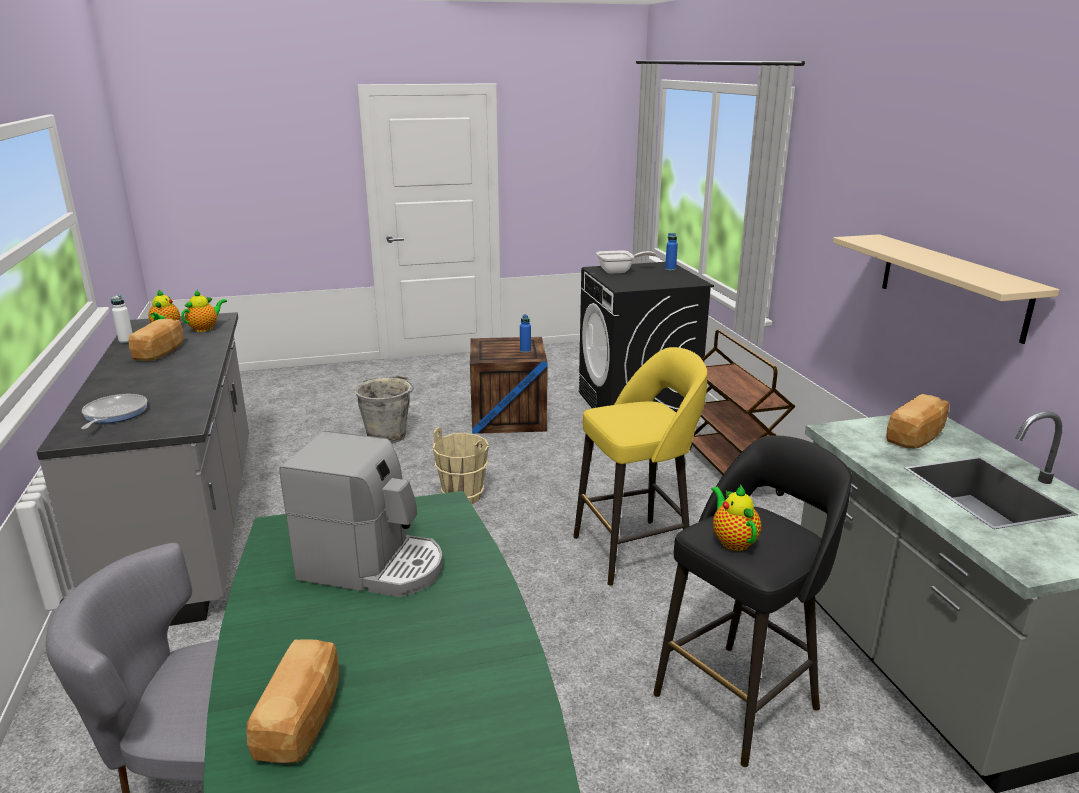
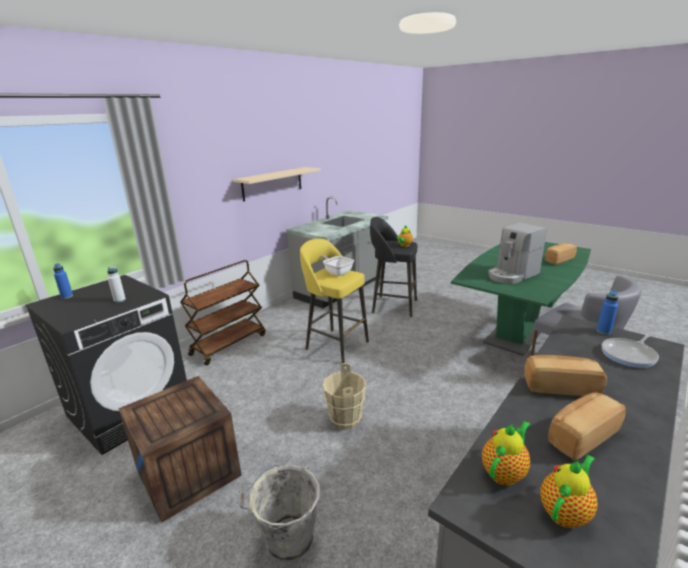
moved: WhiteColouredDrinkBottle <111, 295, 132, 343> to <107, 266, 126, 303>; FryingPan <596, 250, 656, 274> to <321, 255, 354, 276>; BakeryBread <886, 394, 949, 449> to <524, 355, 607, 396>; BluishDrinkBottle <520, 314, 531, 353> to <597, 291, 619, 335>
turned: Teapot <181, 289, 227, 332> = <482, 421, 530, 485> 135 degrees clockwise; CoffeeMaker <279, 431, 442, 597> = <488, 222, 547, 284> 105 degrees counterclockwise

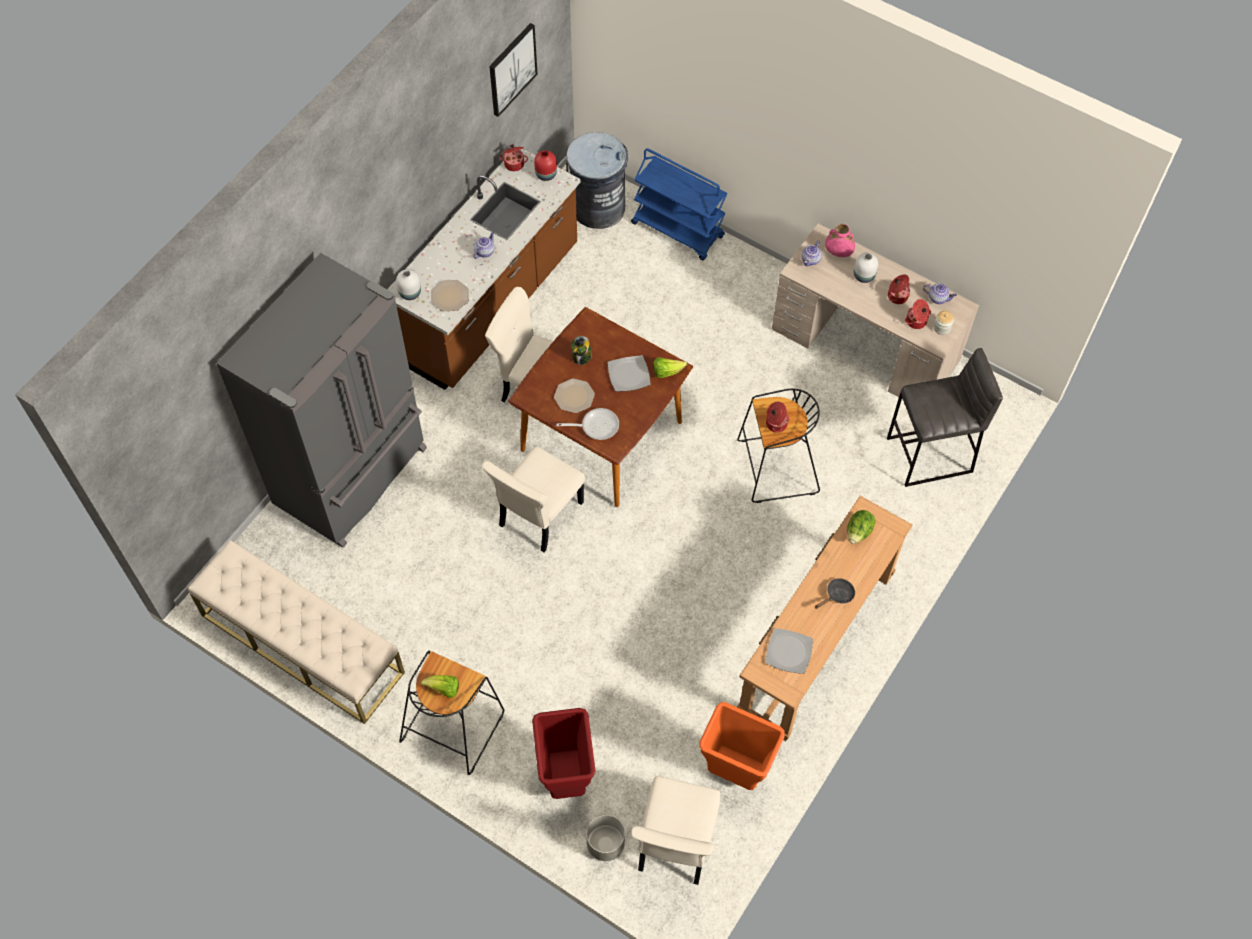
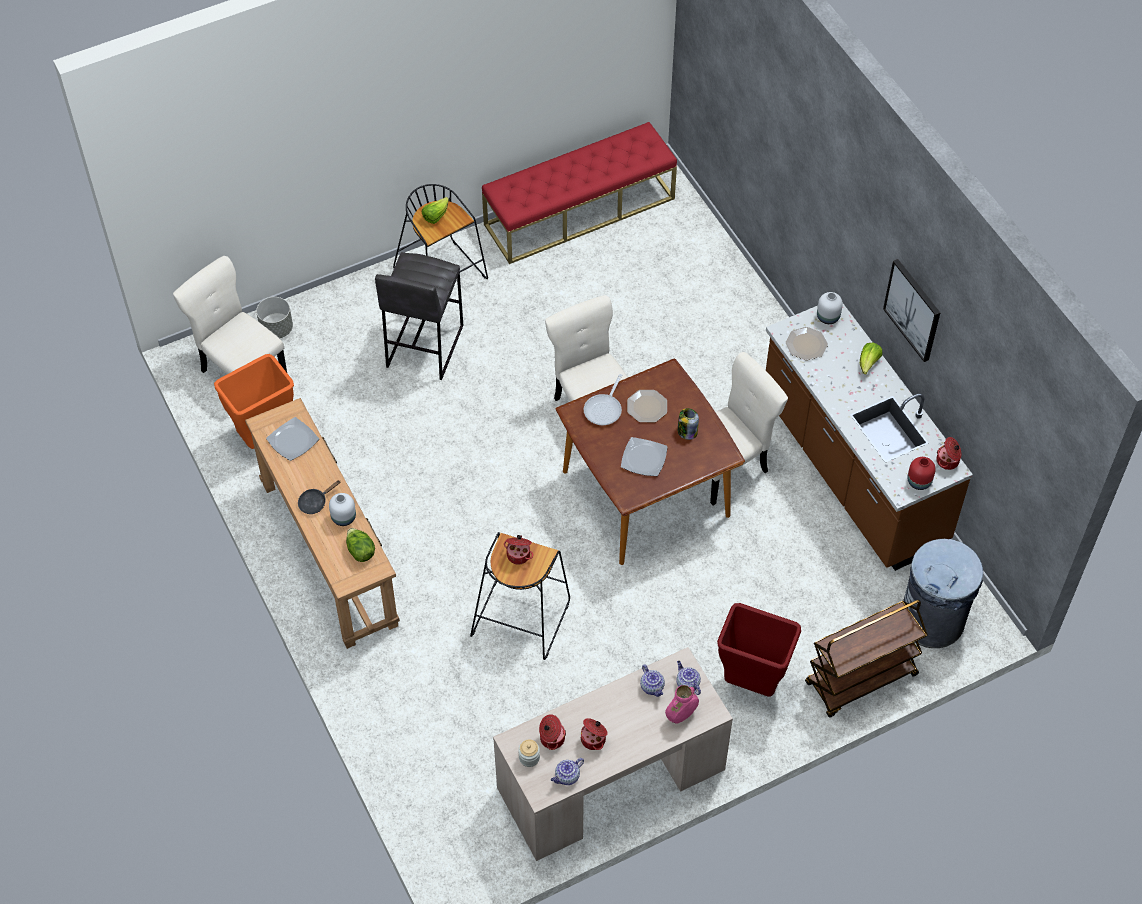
removed: GrayFridge <217, 253, 427, 548>
moved: WhiteColouredDecorativeVase <854, 253, 878, 283> to <329, 493, 356, 526>; GraySittingStool <887, 348, 1003, 487> to <375, 252, 463, 380>; Teapot <473, 232, 495, 259> to <640, 665, 665, 697>; ReddishRubbishBin <532, 708, 595, 799> to <717, 603, 801, 697>; LettuceHead <653, 357, 687, 378> to <860, 343, 882, 374>; Picture <489, 23, 538, 117> to <883, 259, 940, 362>
recoloured: SandColouredIndoorBench <188, 540, 405, 724> to ReddishIndoorBench <482, 122, 677, 264>; BluishTrolley <631, 148, 727, 260> to BrownTrolley <805, 600, 928, 718>
turned: BlackFryingPan <815, 578, 855, 609> = <298, 480, 341, 514> 60 degrees clockwise

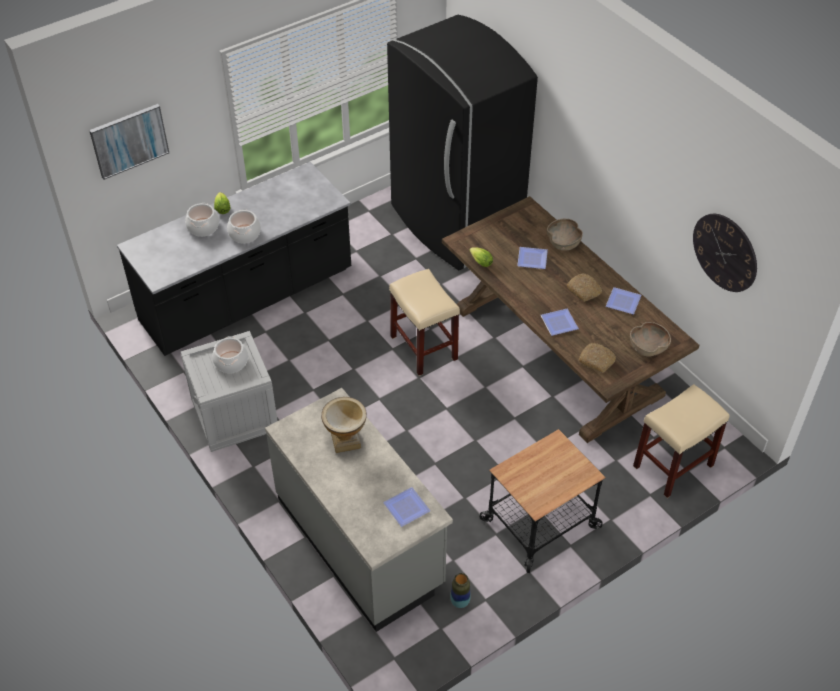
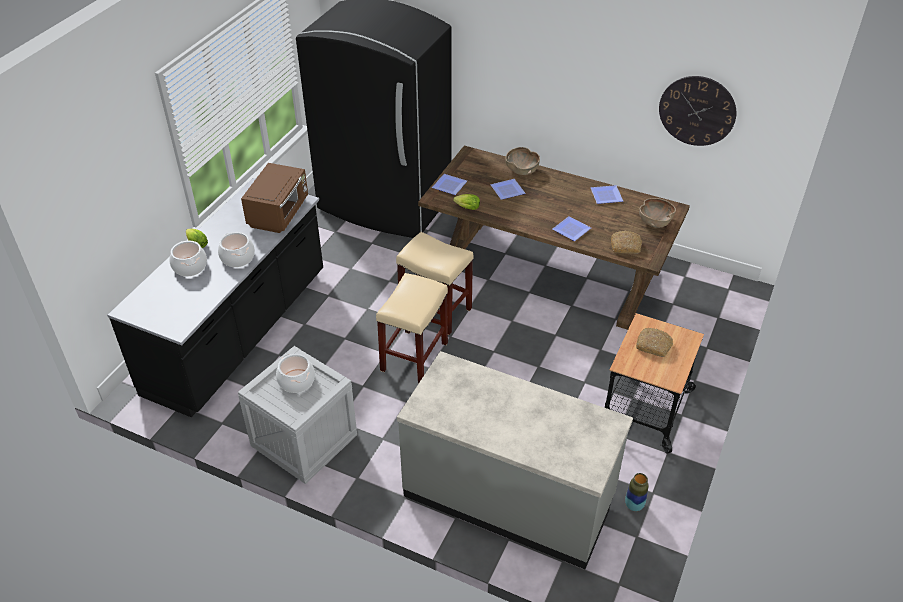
removed: Picture <89, 104, 169, 180>; DecorativeVase <321, 397, 367, 453>
added: BrownMicrowave <241, 163, 308, 233>
moved: SandColouredSittingStool <633, 384, 729, 498> to <376, 273, 448, 384>; FlatDish <383, 487, 430, 527> to <432, 174, 467, 195>; BakeryBread <566, 273, 602, 302> to <636, 328, 673, 357>

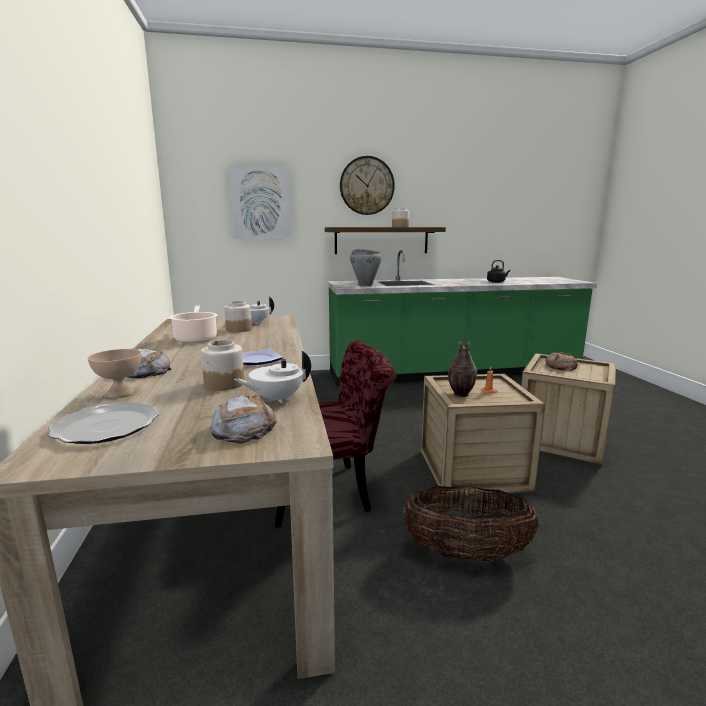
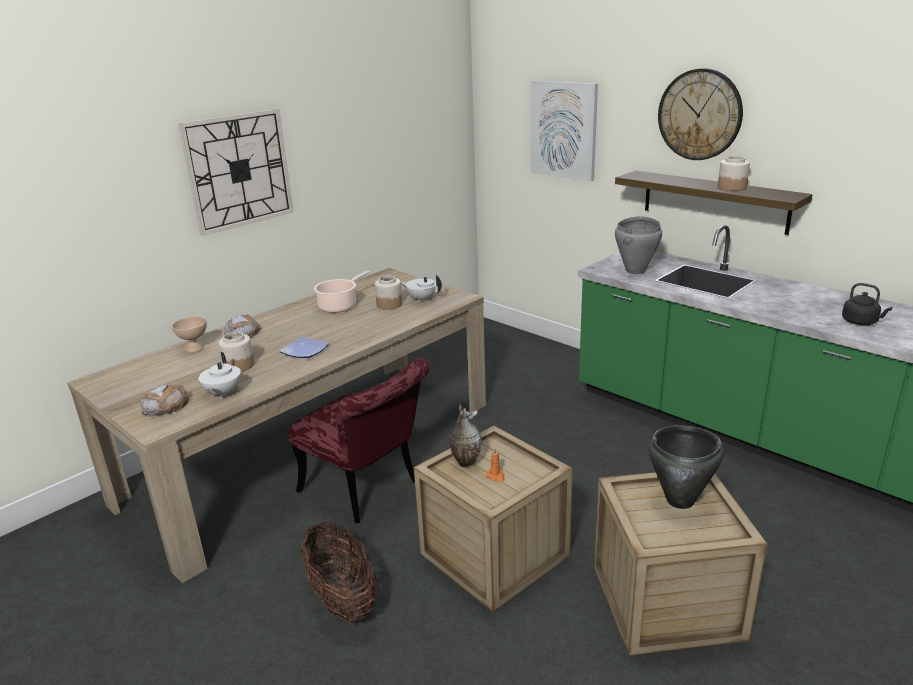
removed: FlatDish <48, 402, 159, 444>
added: ClockOnTheWall <178, 109, 294, 236>
replaced: BakeryBread <545, 352, 578, 371> to BlackStockpot <648, 425, 724, 509>
turned: WhiteColouredTeapot <234, 351, 311, 404> = <198, 352, 241, 399> 120 degrees counterclockwise

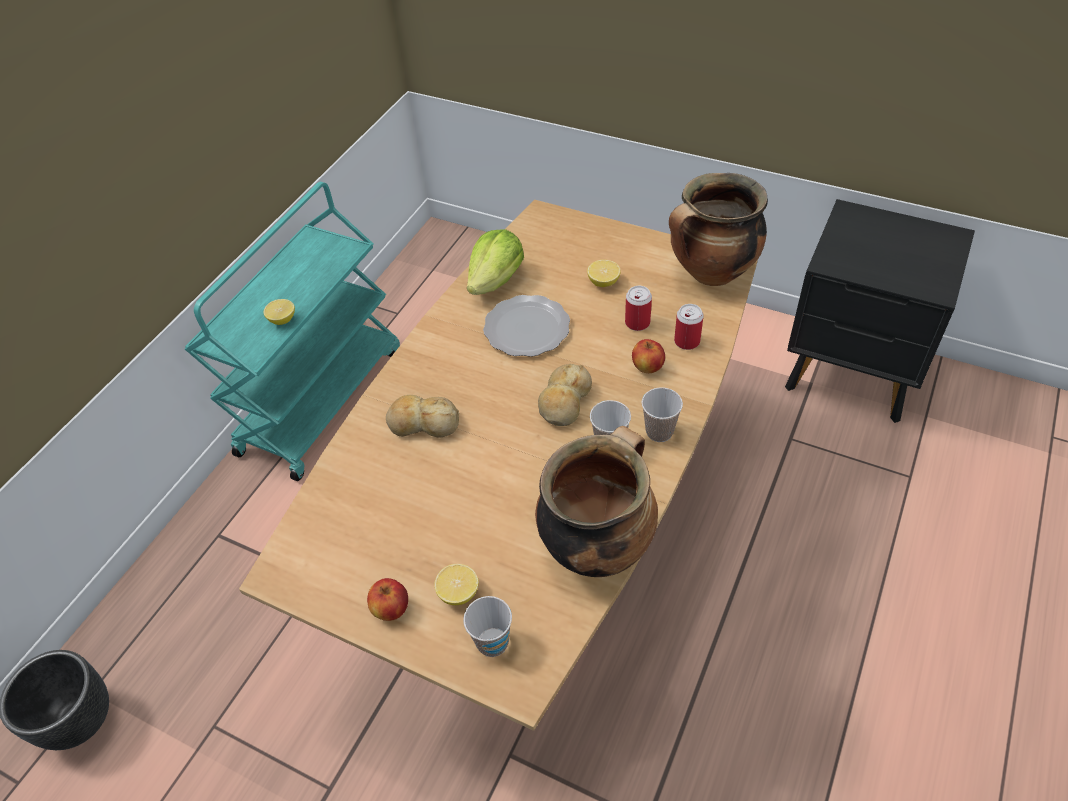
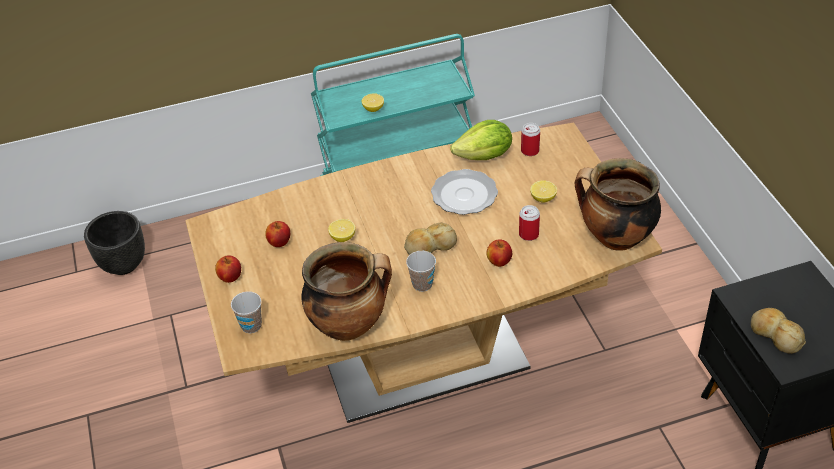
removed: DrinkingCup <641, 387, 683, 442>
added: AppleFruit <265, 221, 290, 247>
moved: WholeLemon <434, 564, 479, 605> to <328, 219, 356, 242>; Can <674, 304, 704, 350> to <521, 123, 540, 156>; BakeryBread <386, 395, 459, 438> to <751, 308, 806, 354>

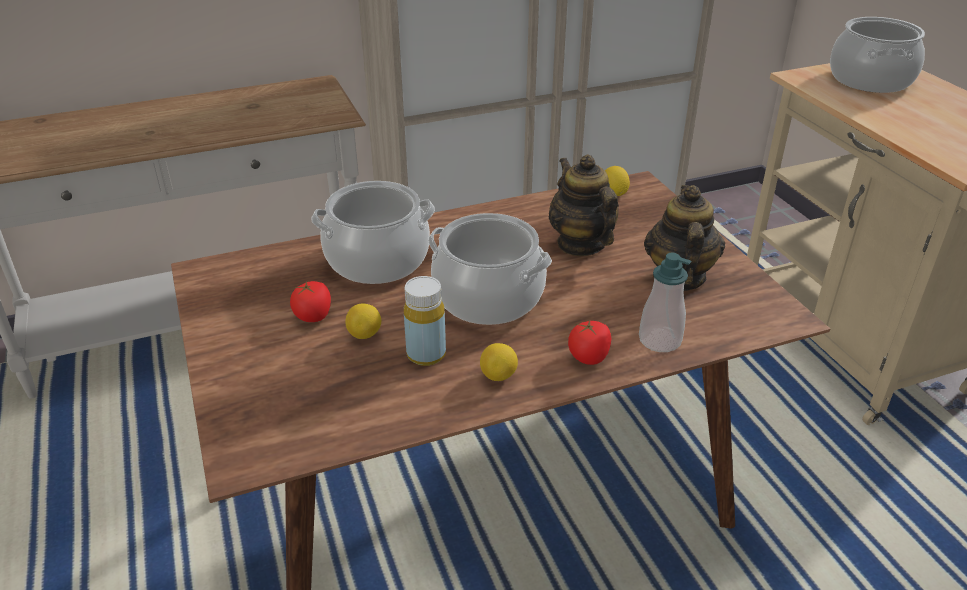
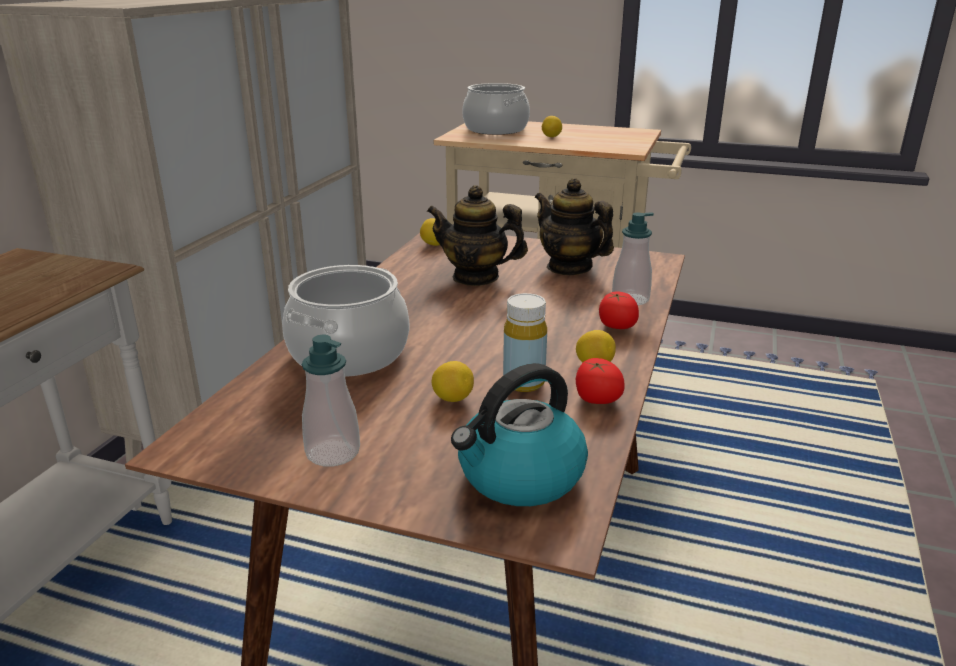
removed: Stockpot <428, 213, 552, 325>
added: SoapDispenser <302, 335, 360, 466>; TeaKettle <451, 363, 588, 506>; WholeLemon <542, 116, 562, 137>
moved: Tomato <290, 281, 331, 322> to <576, 358, 625, 404>

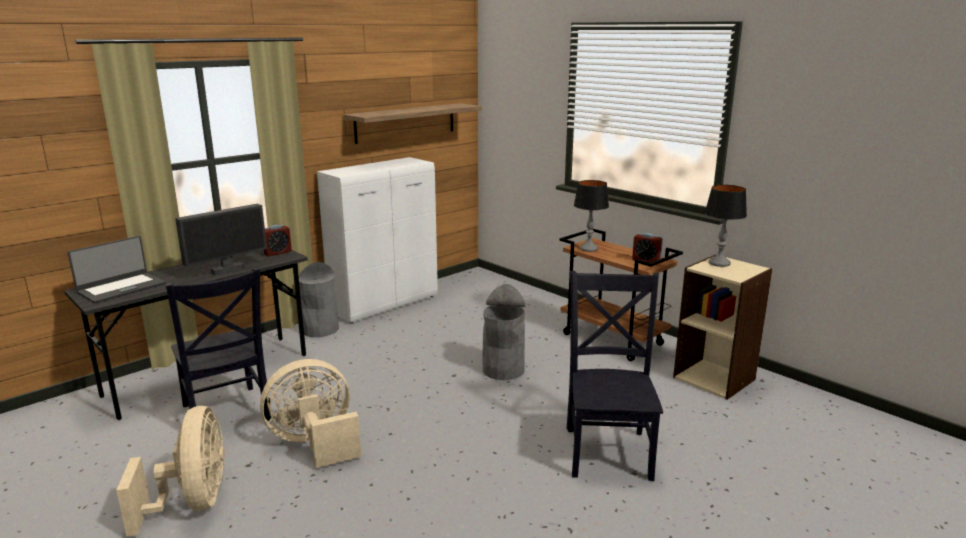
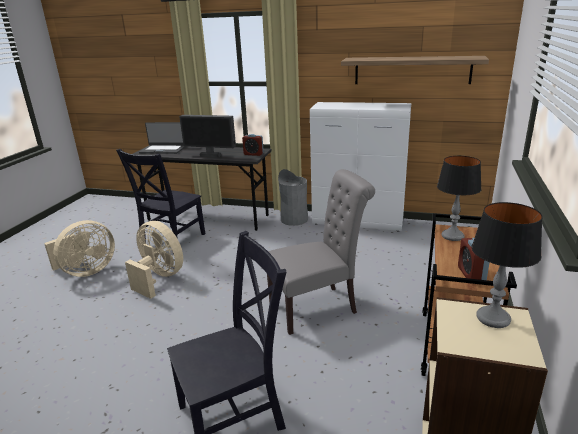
replaced: GrayRubbishBin <482, 284, 525, 380> to GrayUprightChair <267, 169, 375, 335>

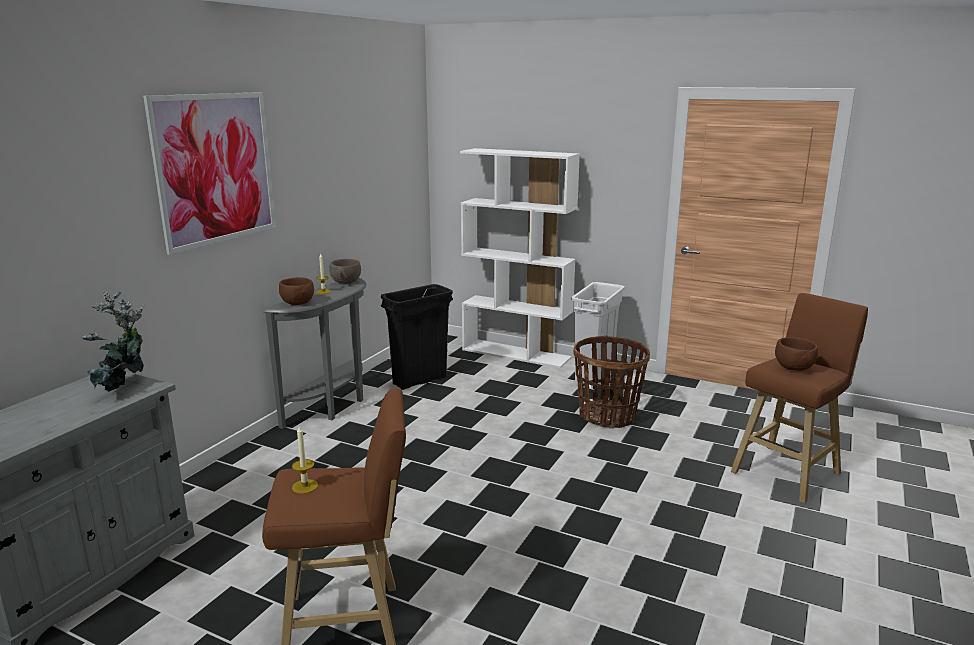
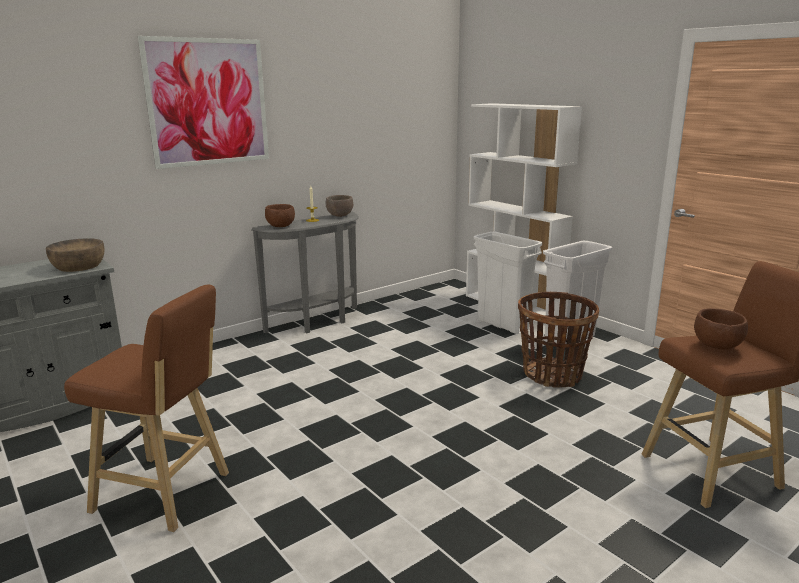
removed: WaxCandle <292, 425, 318, 494>; BlackRubbishBin <381, 284, 453, 390>
added: WhiteColouredRubbishBin <474, 232, 542, 334>
replaced: PottedPlant <81, 290, 144, 392> to BrownServingBowl <46, 238, 105, 272>

